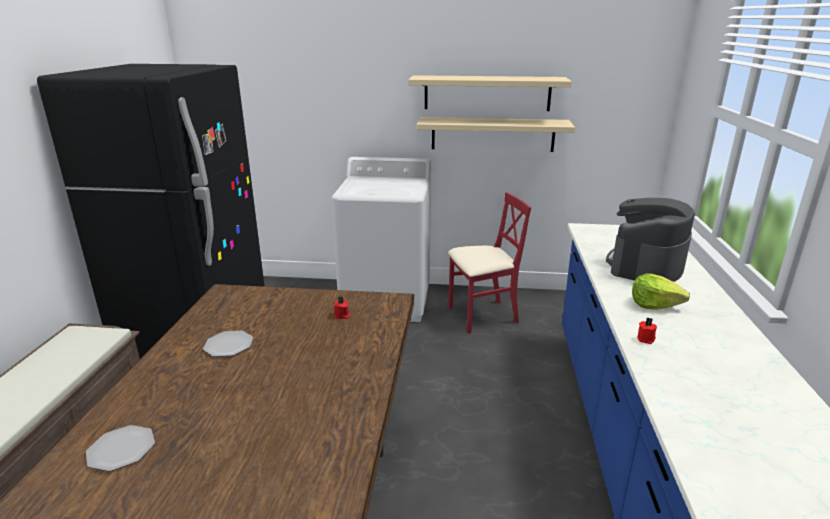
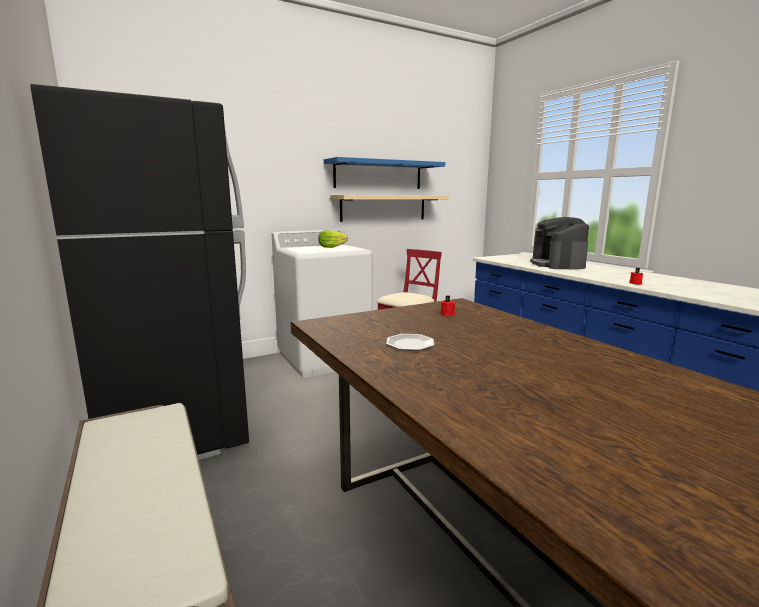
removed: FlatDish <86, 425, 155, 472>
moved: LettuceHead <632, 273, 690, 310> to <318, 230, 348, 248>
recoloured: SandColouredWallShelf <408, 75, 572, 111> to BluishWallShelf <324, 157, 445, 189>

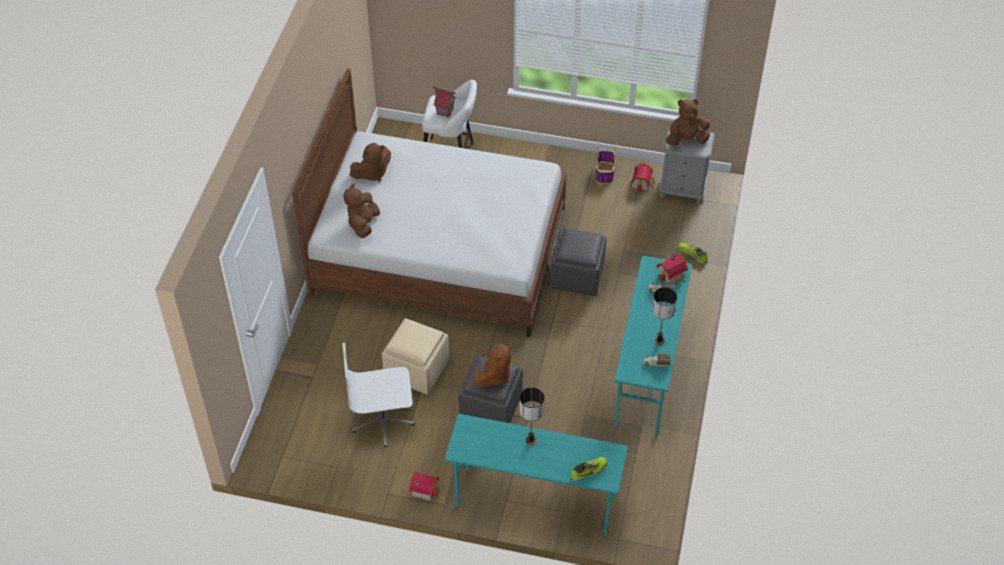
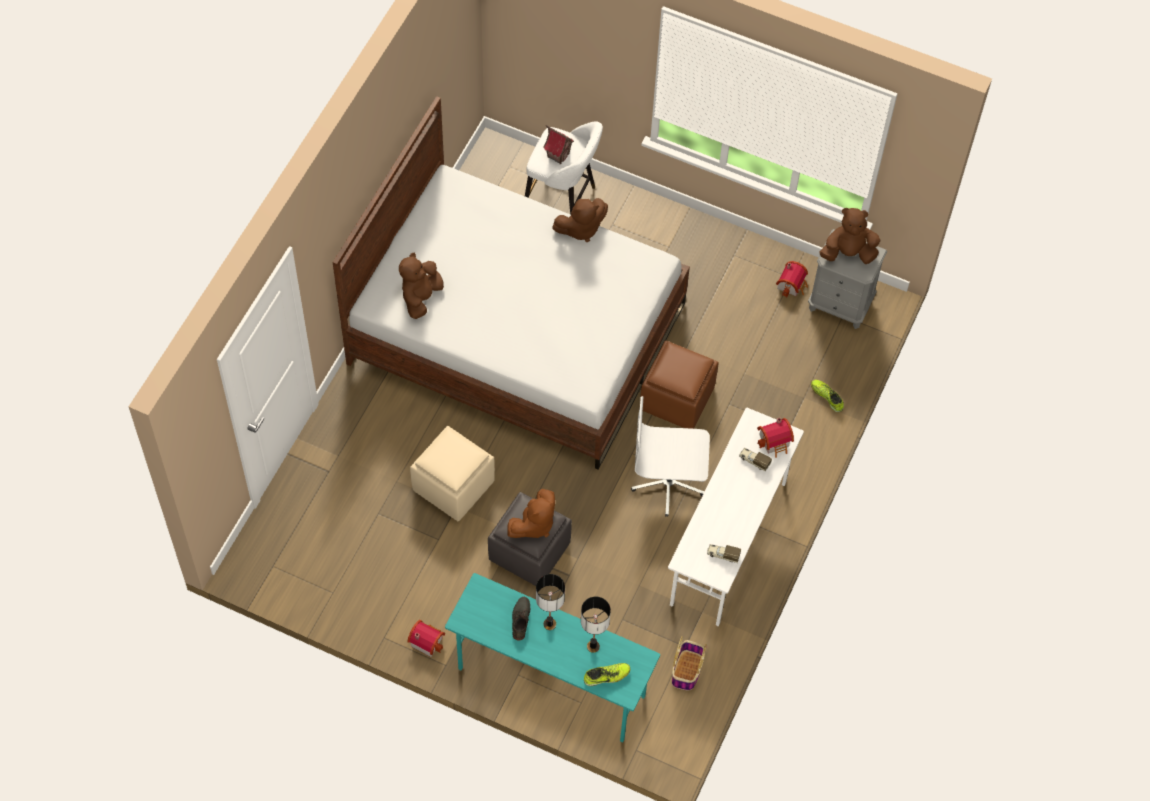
added: GrayItemOfFootwear <512, 597, 530, 640>
moved: BrownCuddlyToy <350, 143, 391, 182> to <552, 198, 608, 242>; LampForATable <652, 287, 677, 345> to <581, 597, 611, 653>; WhiteColouredDeskChair <342, 342, 415, 447> to <631, 396, 710, 517>; HouseholdBasket <596, 141, 617, 183> to <672, 636, 707, 690>
recoloured: GrayOttoman <550, 228, 607, 296> to BrownOttoman <640, 341, 719, 429>; TurquoiseDeskTable <615, 256, 692, 433> to WhiteColouredDeskTable <668, 408, 804, 626>

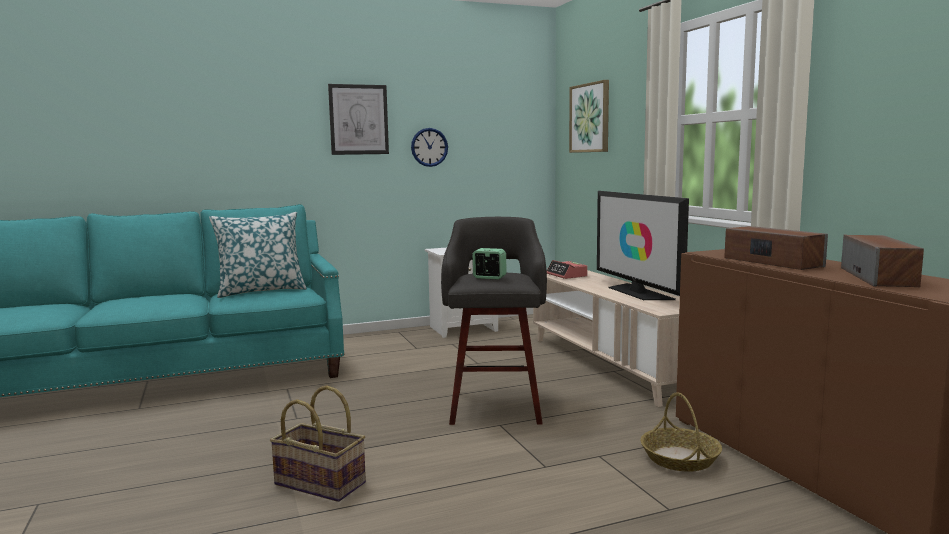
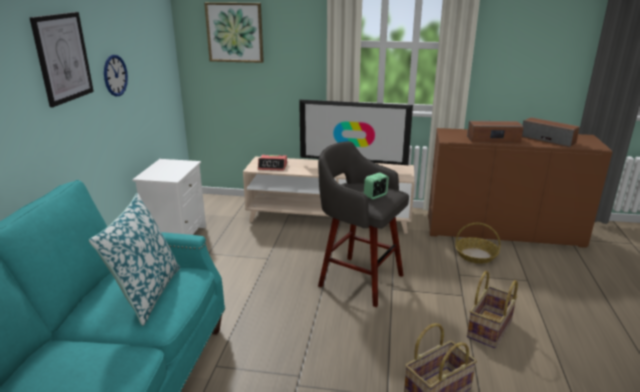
added: HouseholdBasket <467, 271, 518, 348>

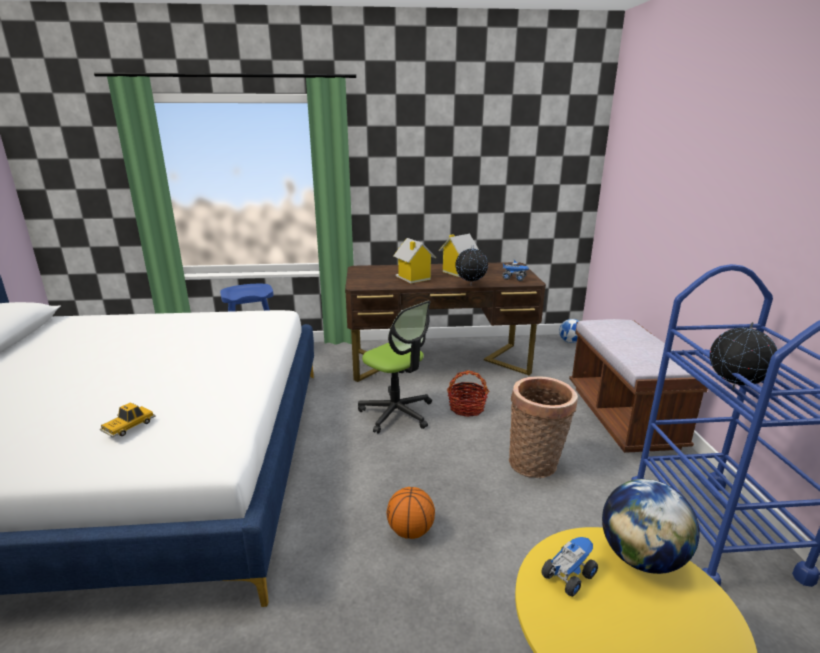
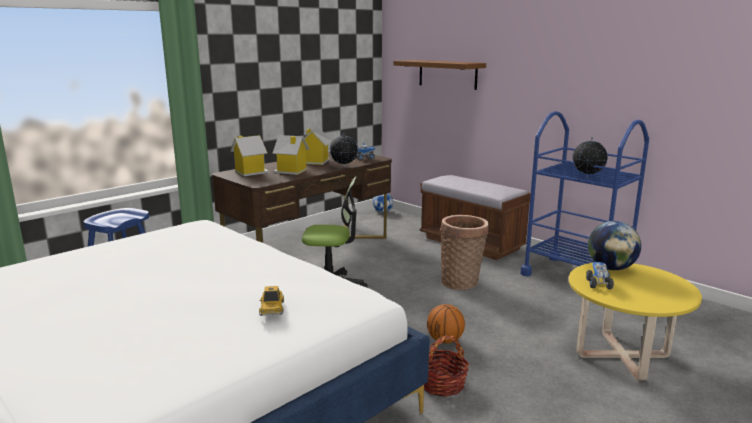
added: ToyHouse <230, 135, 269, 176>; BrownWallShelf <394, 60, 486, 90>
moved: HouseholdBasket <447, 371, 489, 417> to <424, 335, 469, 397>

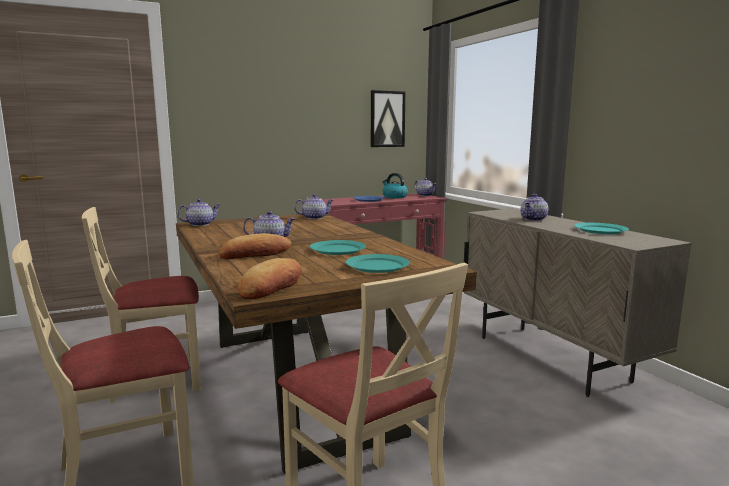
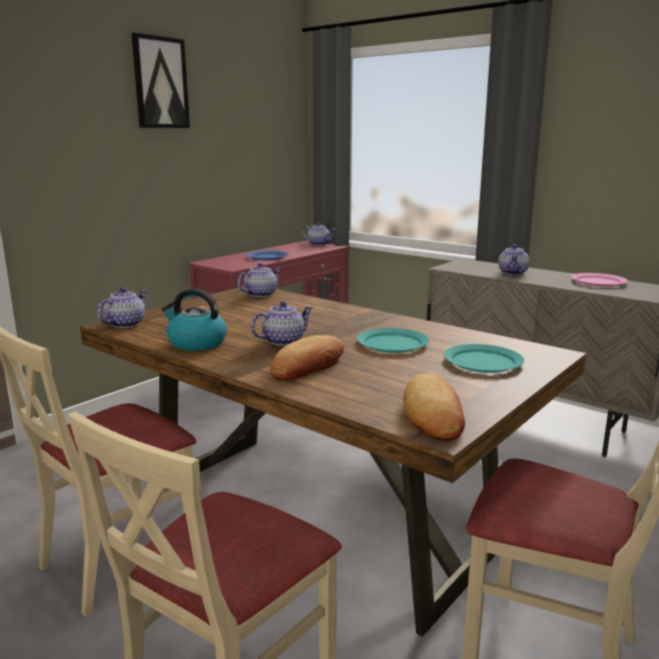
moved: Picture <371, 90, 405, 147> to <131, 33, 190, 128>; TeaKettle <383, 173, 408, 198> to <162, 289, 227, 351>
recoloured: TurquoiseFlatDish <574, 223, 629, 234> to PinkishFlatDish <571, 273, 628, 287>

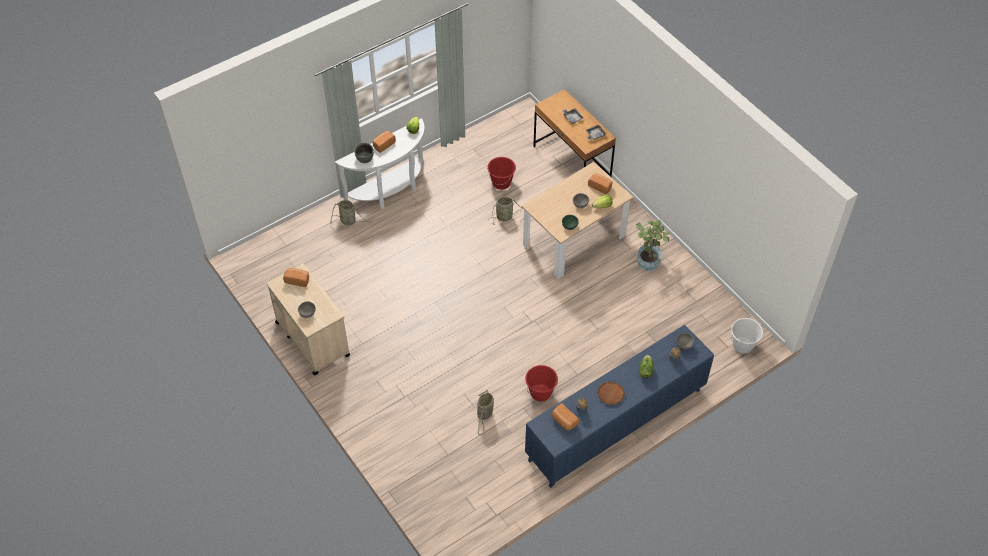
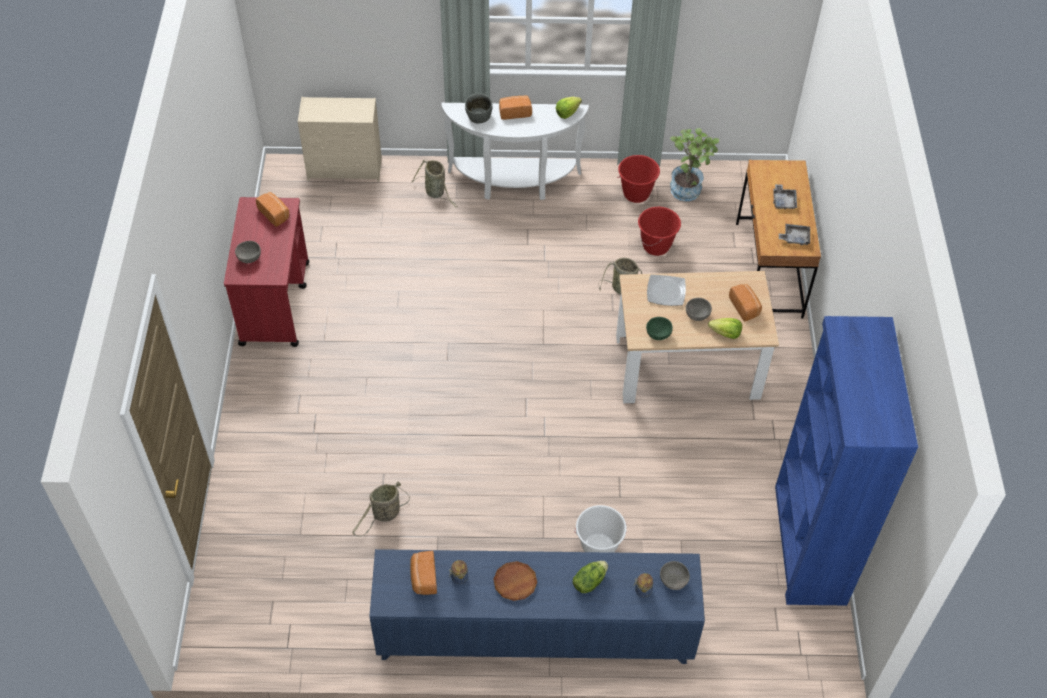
added: SandColouredChestOfDrawers <298, 97, 382, 182>; FlatDish <647, 275, 686, 306>; BluishShelvingUnit <775, 316, 918, 606>
moved: WhiteColouredPail <731, 318, 763, 354> to <574, 505, 627, 553>; ReddishPail <525, 365, 558, 402> to <617, 155, 660, 203>; PottedPlant <636, 220, 670, 271> to <670, 128, 719, 201>
recoloured: SandColouredTrolley <266, 263, 350, 375> to ReddishTrolley <224, 197, 309, 347>

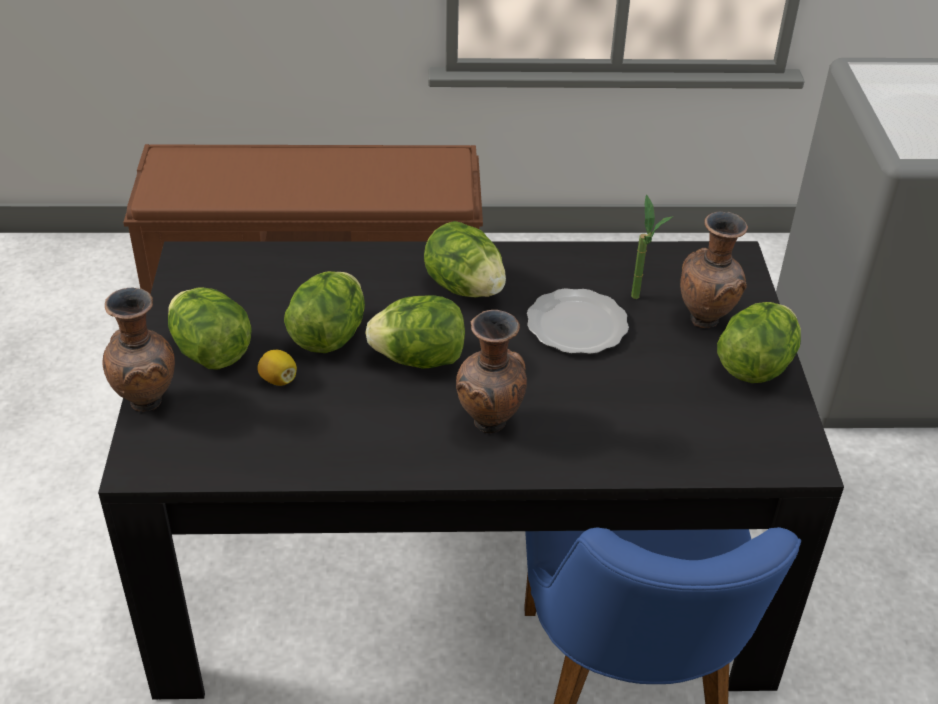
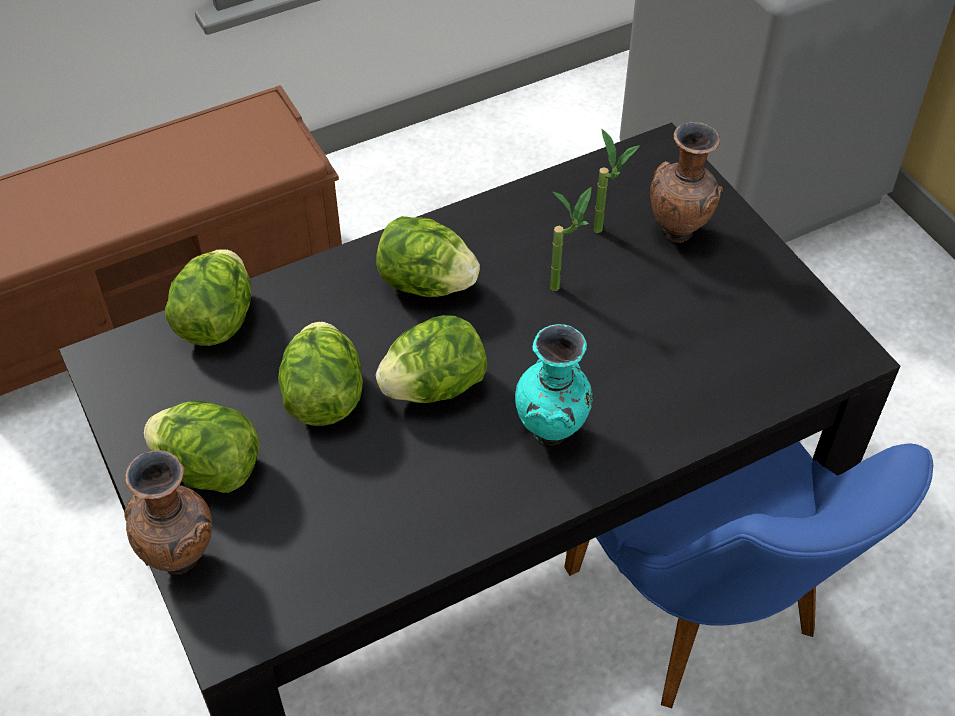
removed: WholeLemon <257, 350, 297, 386>
moved: LettuceHead <717, 302, 801, 383> to <165, 249, 251, 346>
replaced: FlatDish <527, 288, 629, 354> to PottedPlant <550, 187, 592, 291>
recoloured: BrownDecorativeVase <456, 310, 527, 434> to TurquoiseDecorativeVase <515, 324, 593, 446>

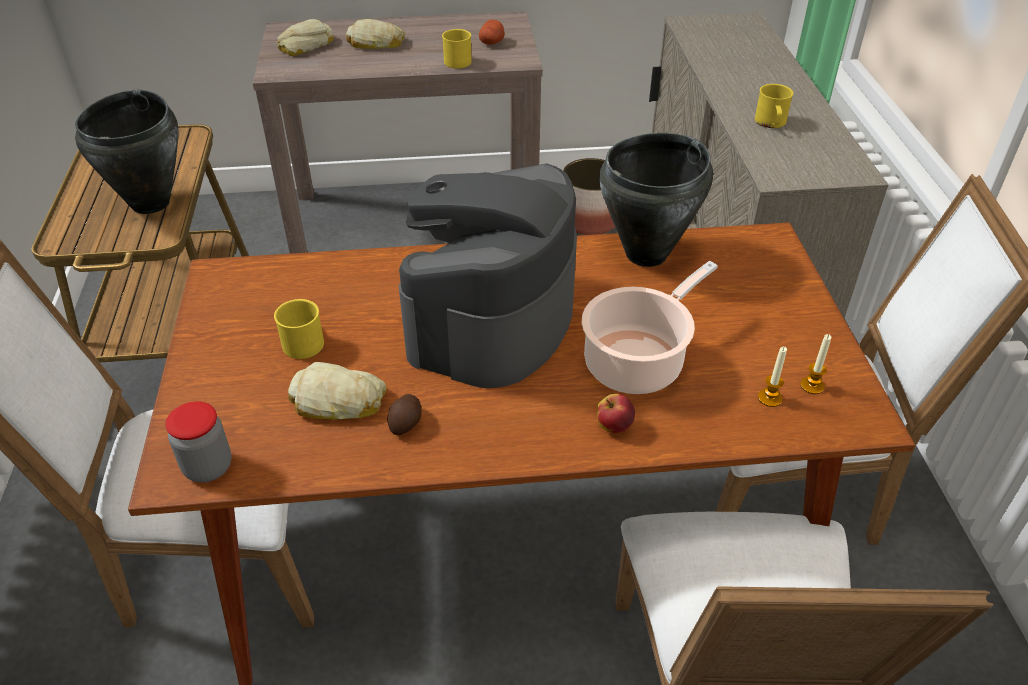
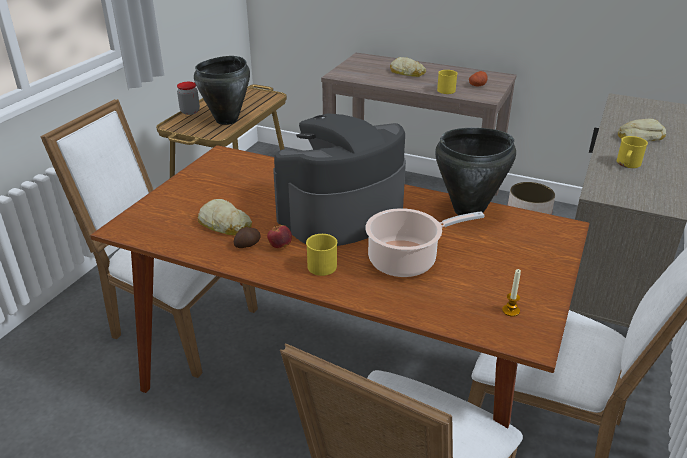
removed: WaxCandle <758, 347, 787, 407>
moved: PreserveJar <165, 401, 231, 483> to <177, 82, 200, 115>; AppleFruit <597, 394, 635, 433> to <267, 225, 292, 248>; YellowTeaMug <274, 299, 324, 359> to <306, 234, 337, 276>; BakeryBread <277, 19, 334, 56> to <618, 119, 666, 141>

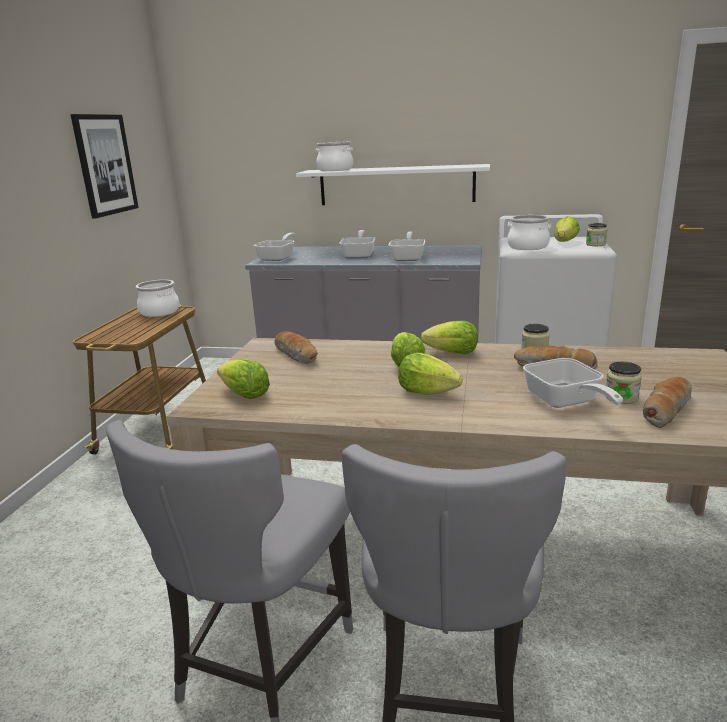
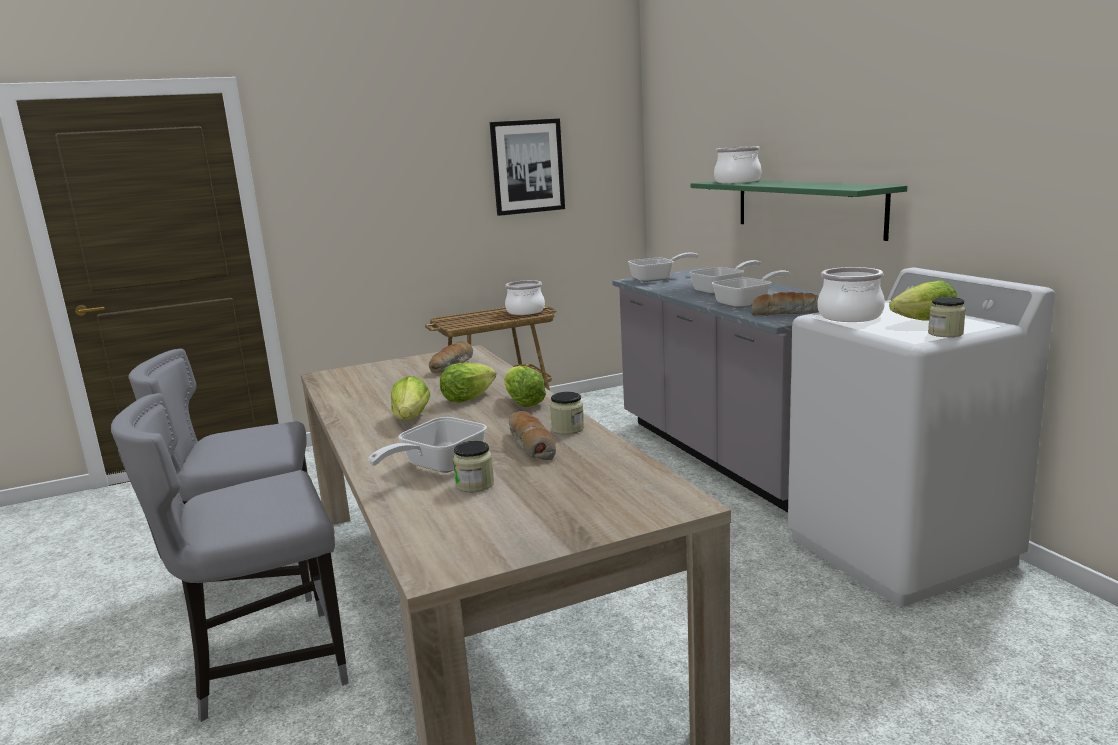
removed: LettuceHead <217, 359, 270, 399>
moved: BakeryBread <643, 377, 692, 428> to <751, 292, 819, 316>
recoloured: WhiteColouredWallShelf <296, 164, 490, 205> to GreenColouredWallShelf <691, 180, 907, 241>

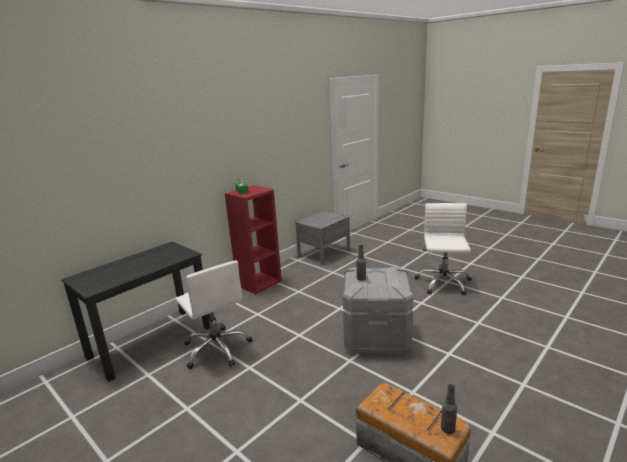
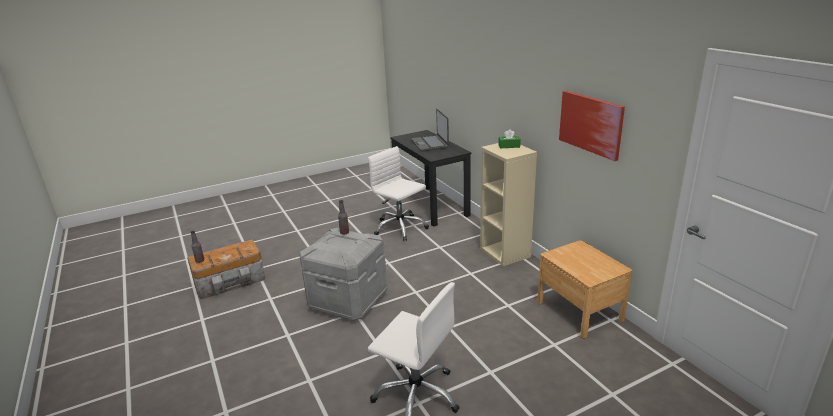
added: NotebookComputer <411, 109, 449, 152>; Picture <559, 91, 625, 161>
recoloured: ReddishShelvingUnit <225, 185, 282, 294> to SandColouredShelvingUnit <480, 143, 537, 267>; GrayNightTable <295, 211, 350, 265> to BrownNightTable <537, 240, 632, 338>
turned: WhiteColouredDeskChair <176, 260, 252, 369> = <368, 146, 429, 241> 60 degrees clockwise

